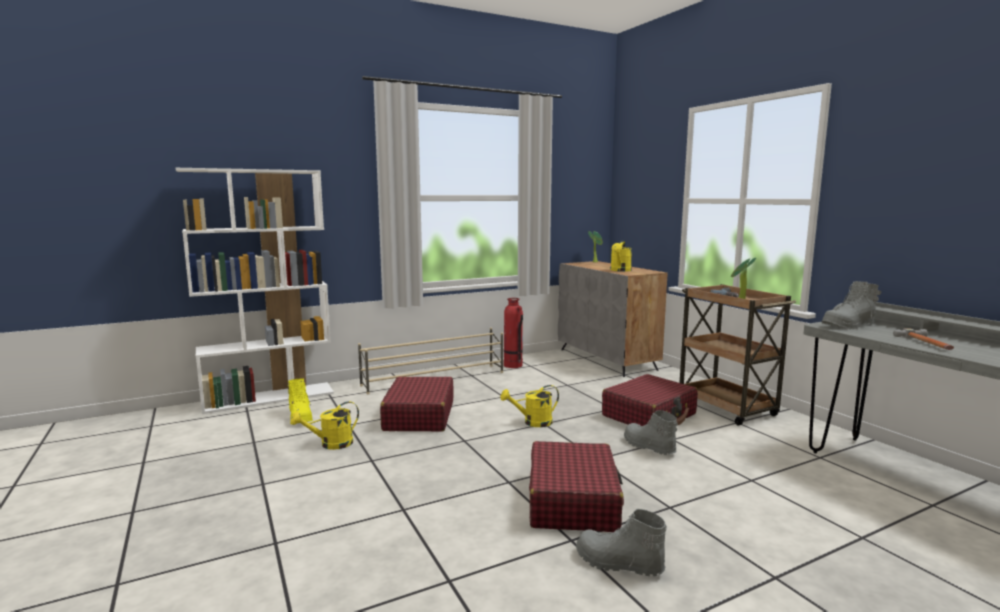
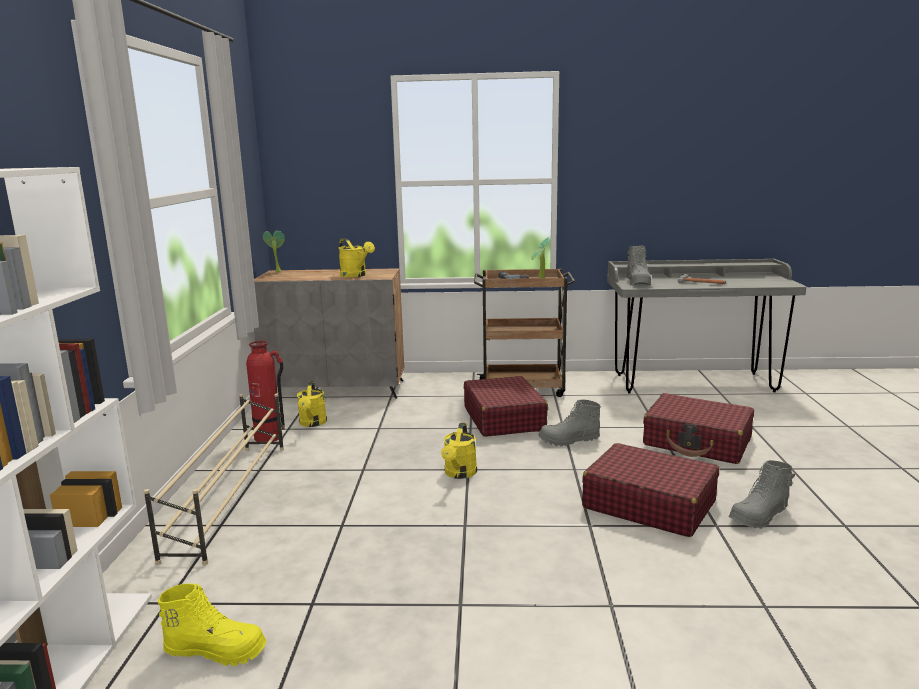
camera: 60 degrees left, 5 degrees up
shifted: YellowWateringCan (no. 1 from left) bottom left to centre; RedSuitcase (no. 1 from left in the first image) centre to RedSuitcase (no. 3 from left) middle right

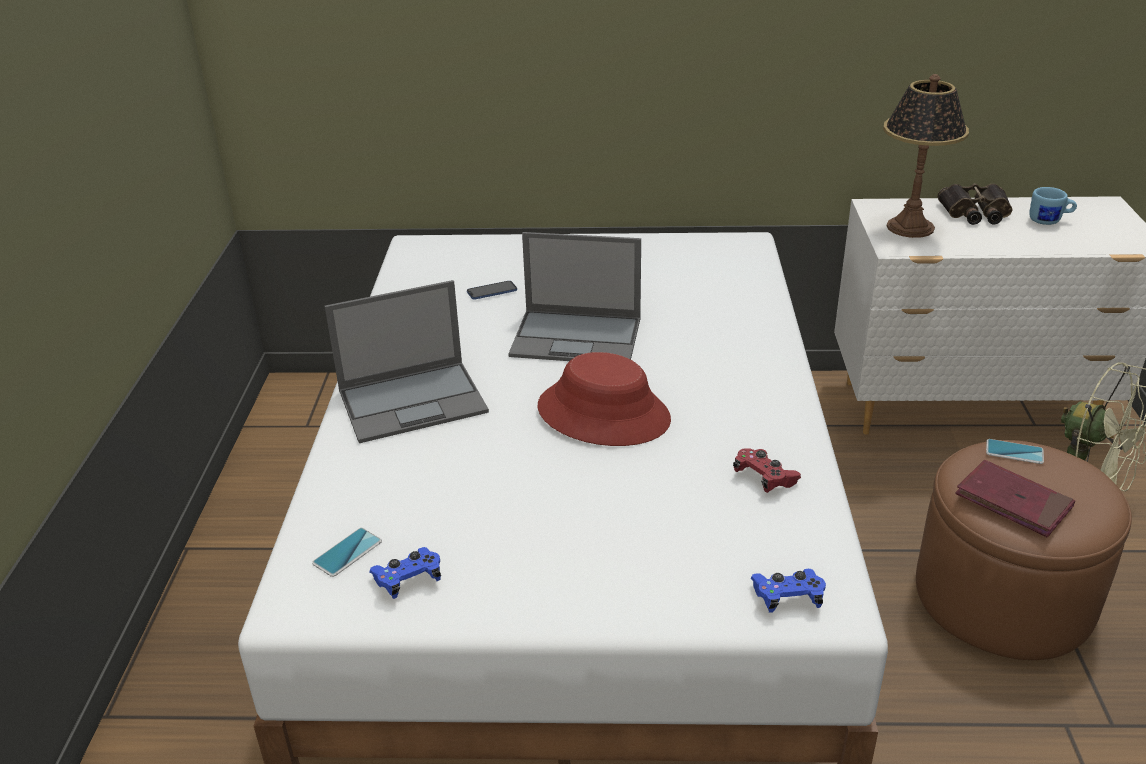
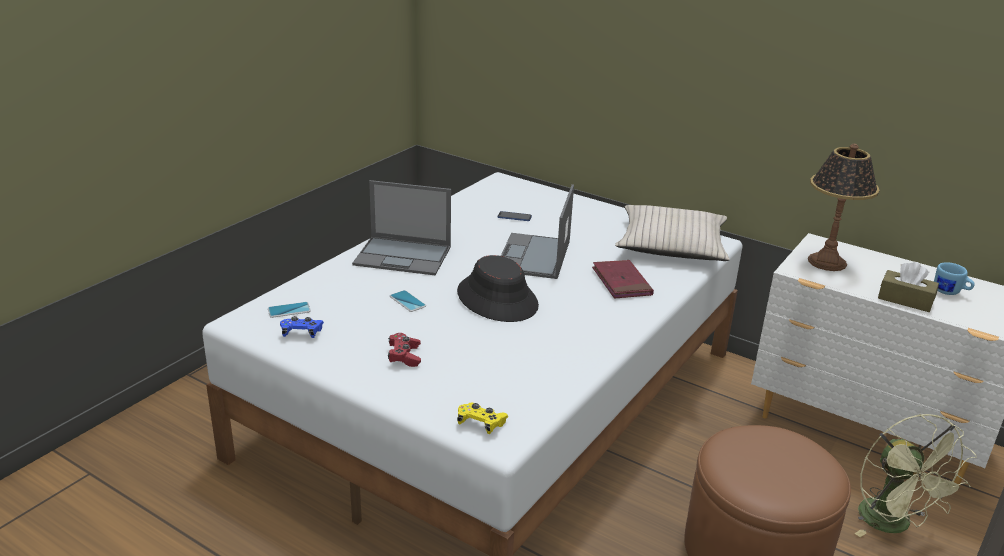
camera: 30 degrees right, 5 degrees down
gone: Binoculars top right
new: BeigePillow middle right; BrownTissueBox middle right
shifted: RedGameController middle right to centre; Phone (no. 3 from left in the first image) middle right to Phone (no. 2 from left) centre; RedBook middle right to centre
repainted: RedHat centre to BlackHat centre; BlueGameController (no. 2 from left) bottom right to YellowGameController bottom centre
rotated: Laptop (no. 2 from left) centre = centre 60 degrees clockwise

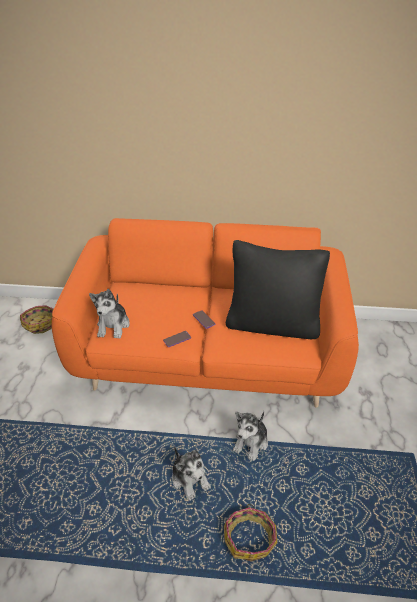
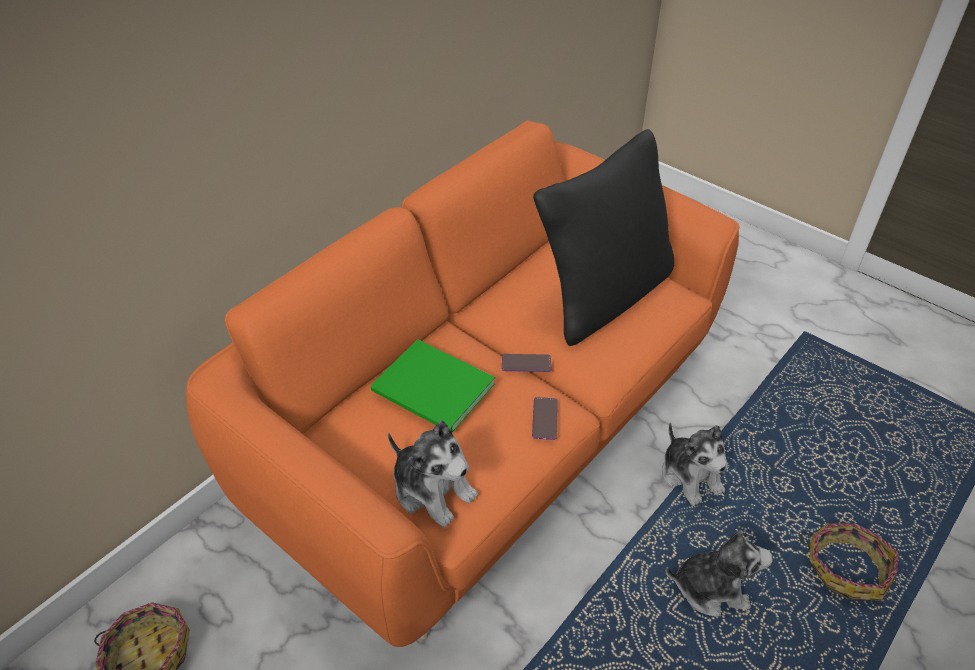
camera: 55 degrees left, 5 degrees up
new: GreenBook centre

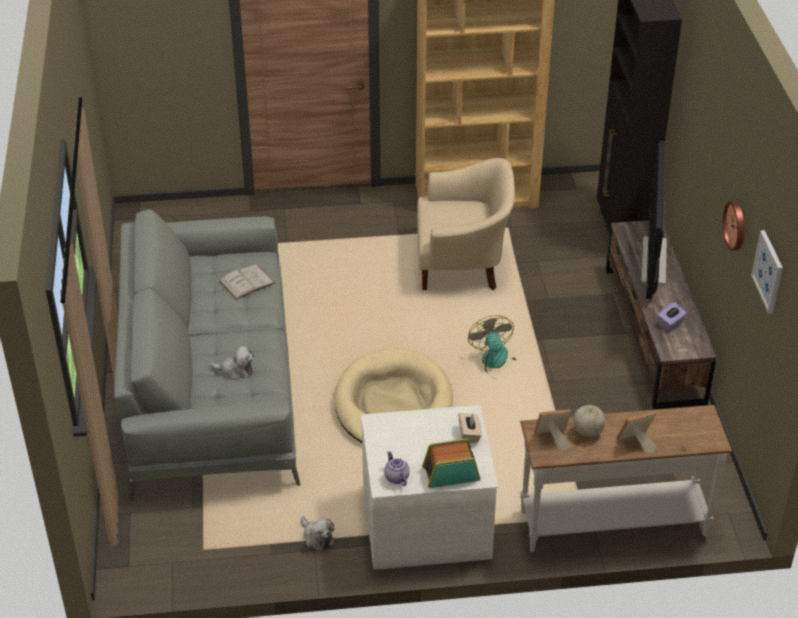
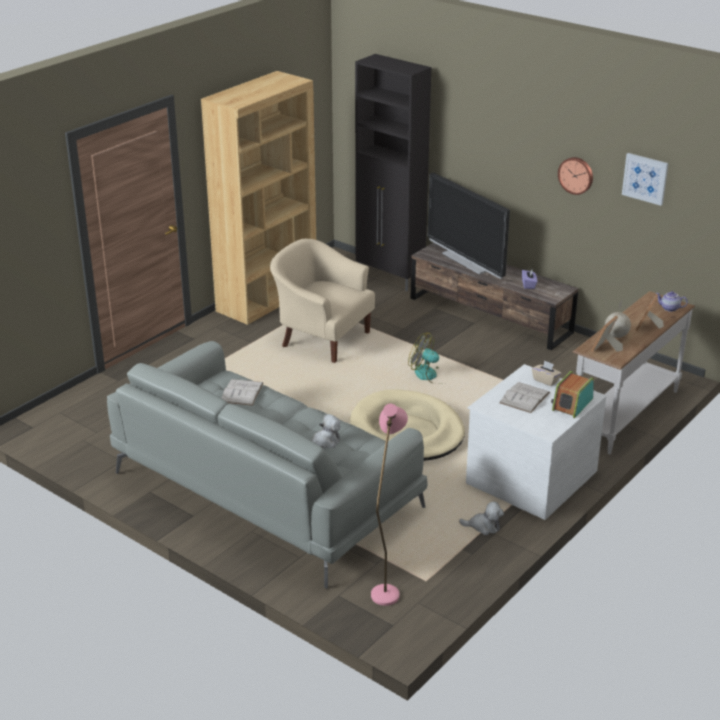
camera: 45 degrees left, 10 degrees down
new: PinkFloorLamp bottom centre; WhiteBook (no. 2 from left) middle right
shifted: Teapot bottom centre to middle right
rotated: BeigeArmchair centre = centre 105 degrees counterclockwise

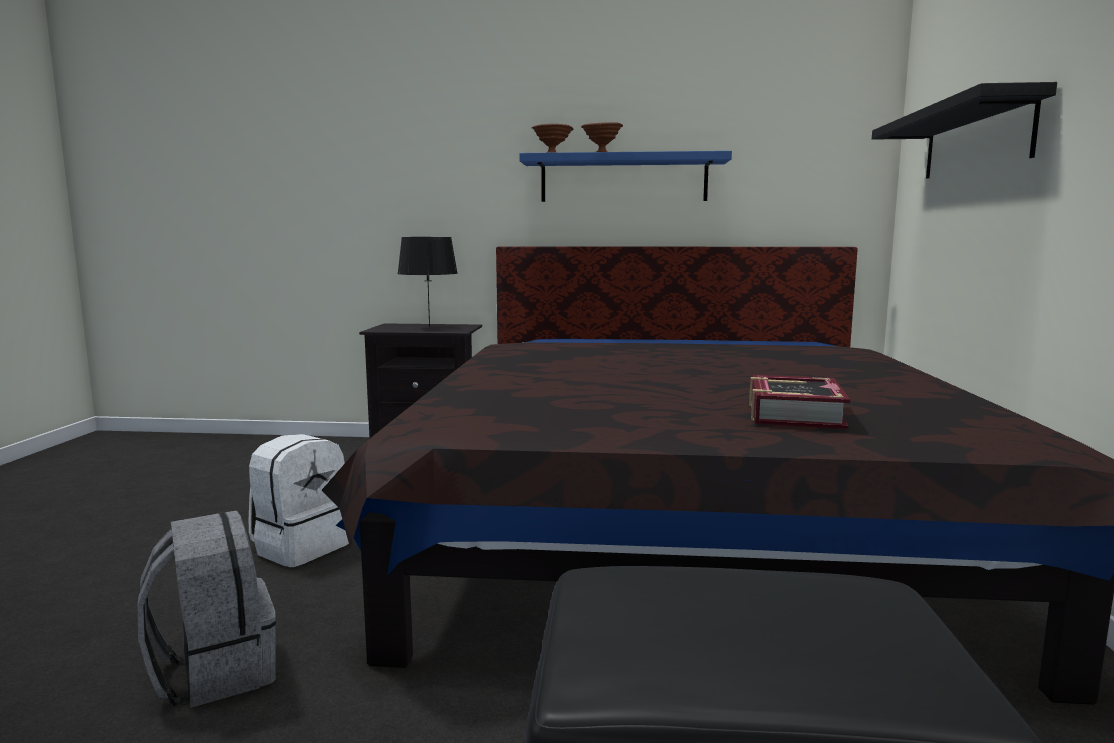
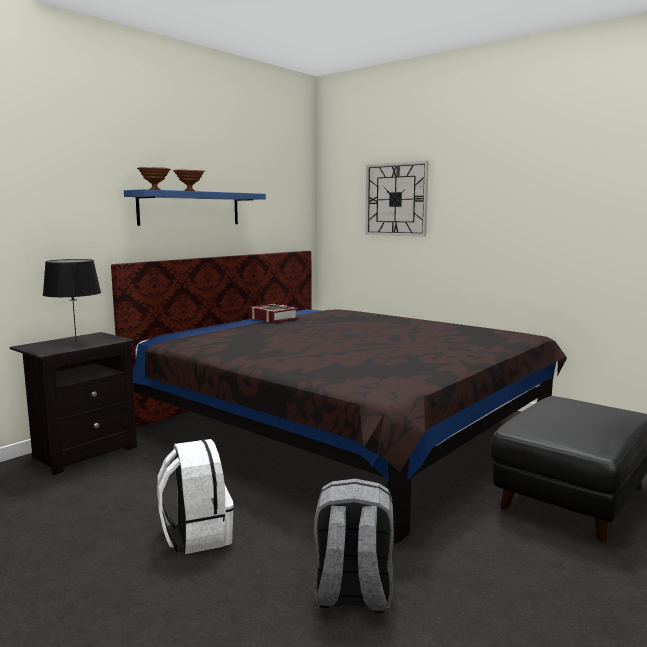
camera: 55 degrees left, 0 degrees up
shifted: Book middle right to centre
swapped: BlackShelf top right to WallClock top centre

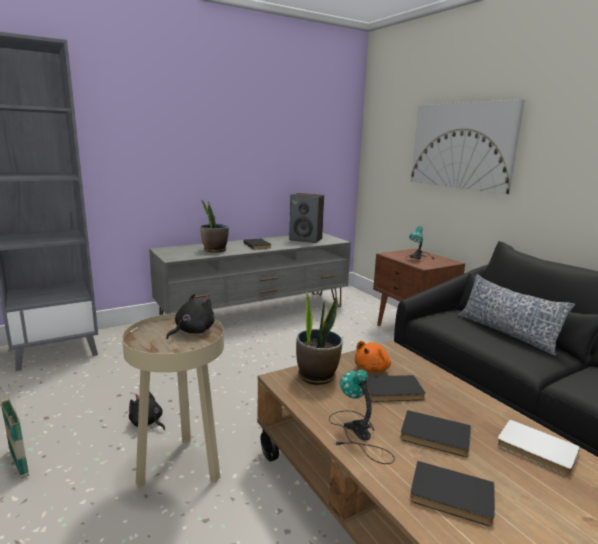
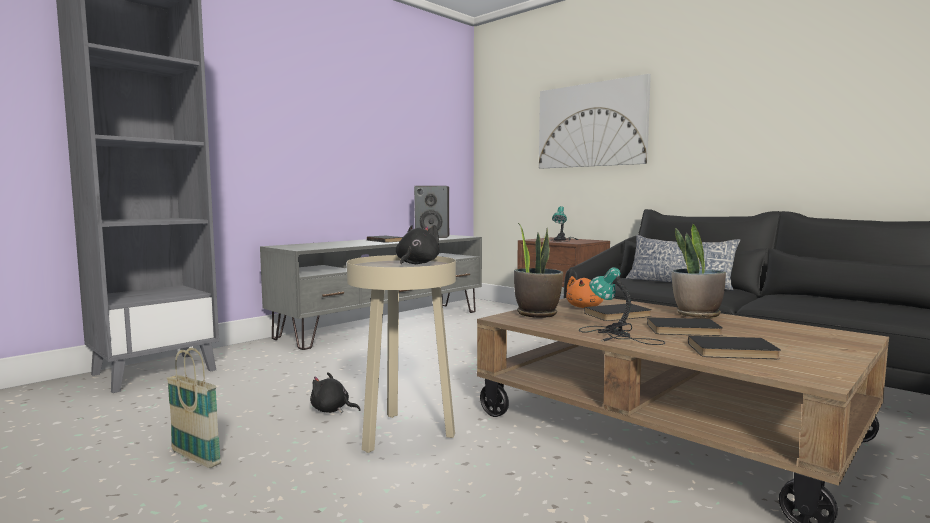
camera: 15 degrees left, 10 degrees down
gone: WhiteBook bottom right
shifted: PottedPlant (no. 1 from left in the first image) centre to PottedPlant (no. 2 from left) middle right

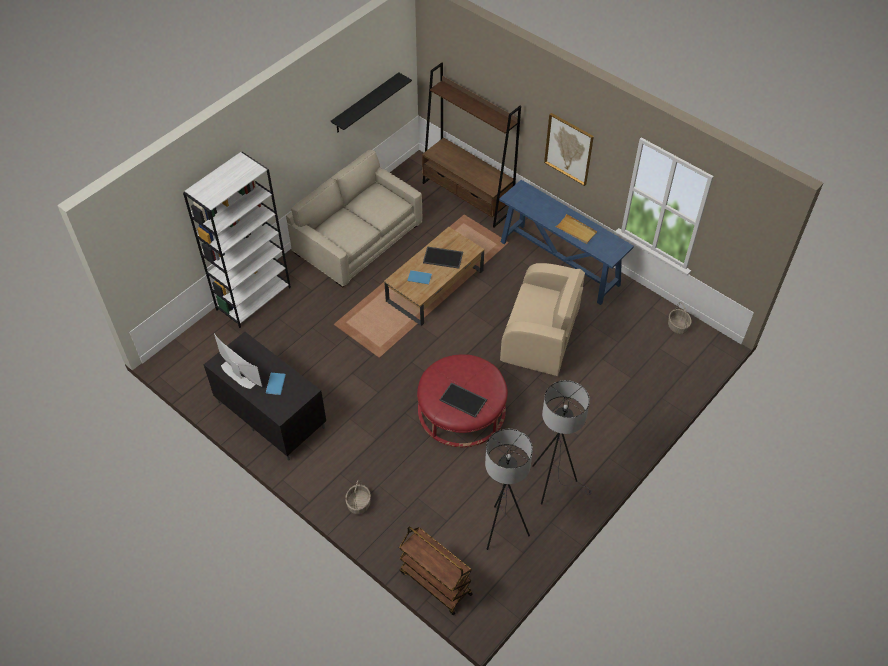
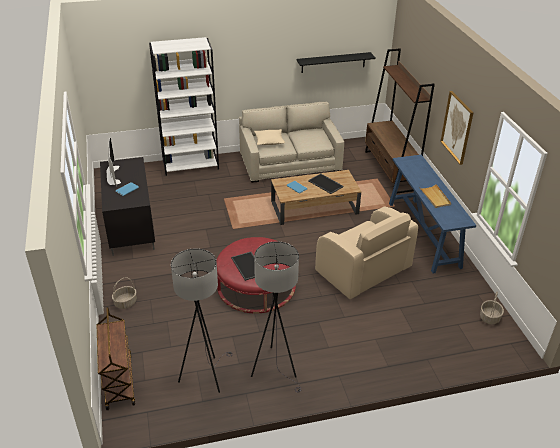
camera: 35 degrees right, 15 degrees down
new: BeigePillow top centre

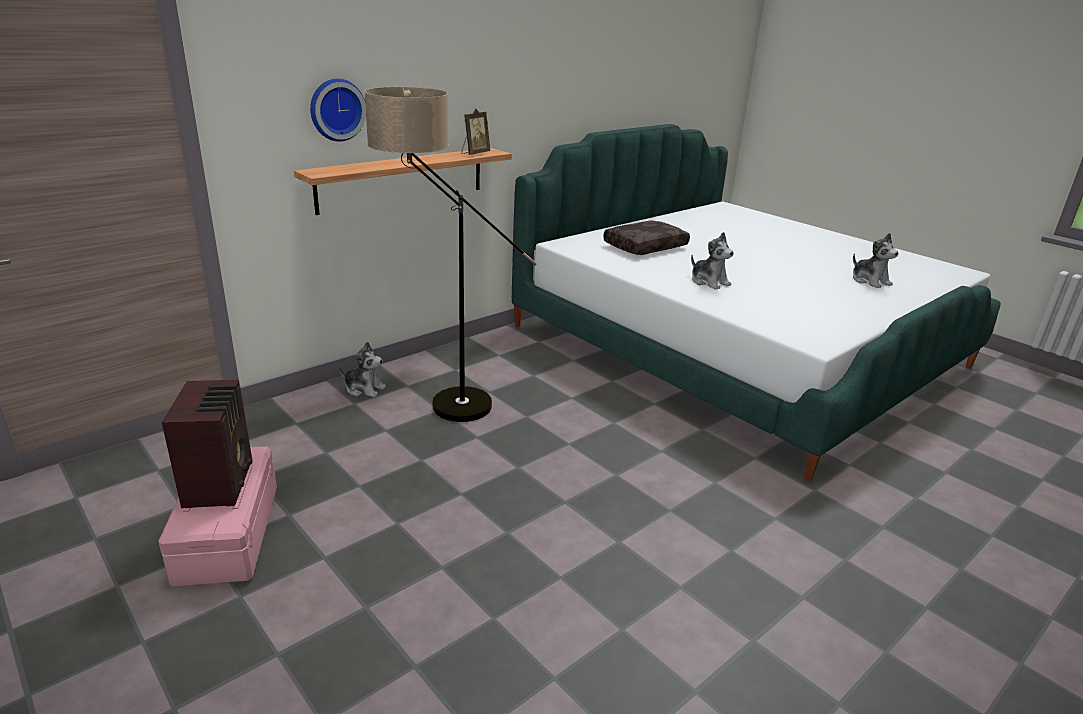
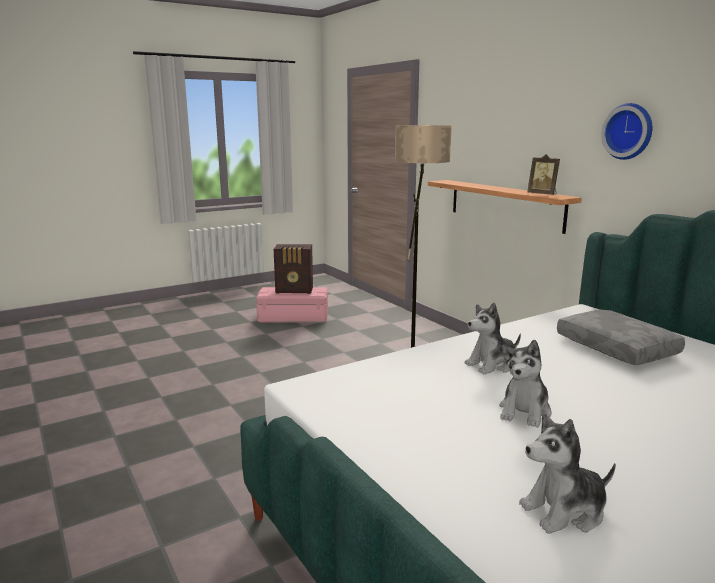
camera: 100 degrees right, 10 degrees down
shifted: PlushToy (no. 1 from left in the first image) centre to PlushToy (no. 2 from left) middle right; WallClock top left to top right
repainted: BrownPillow top centre to GreyPillow middle right

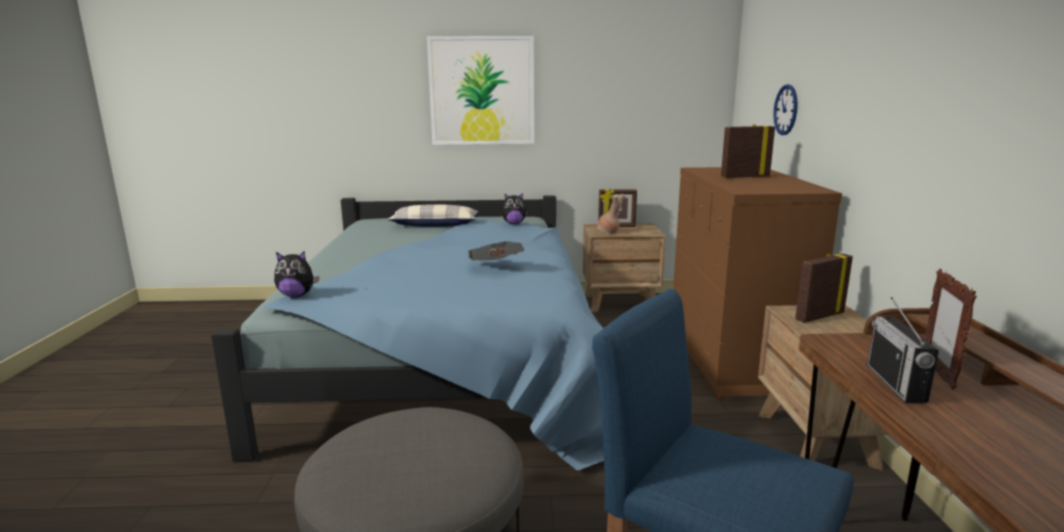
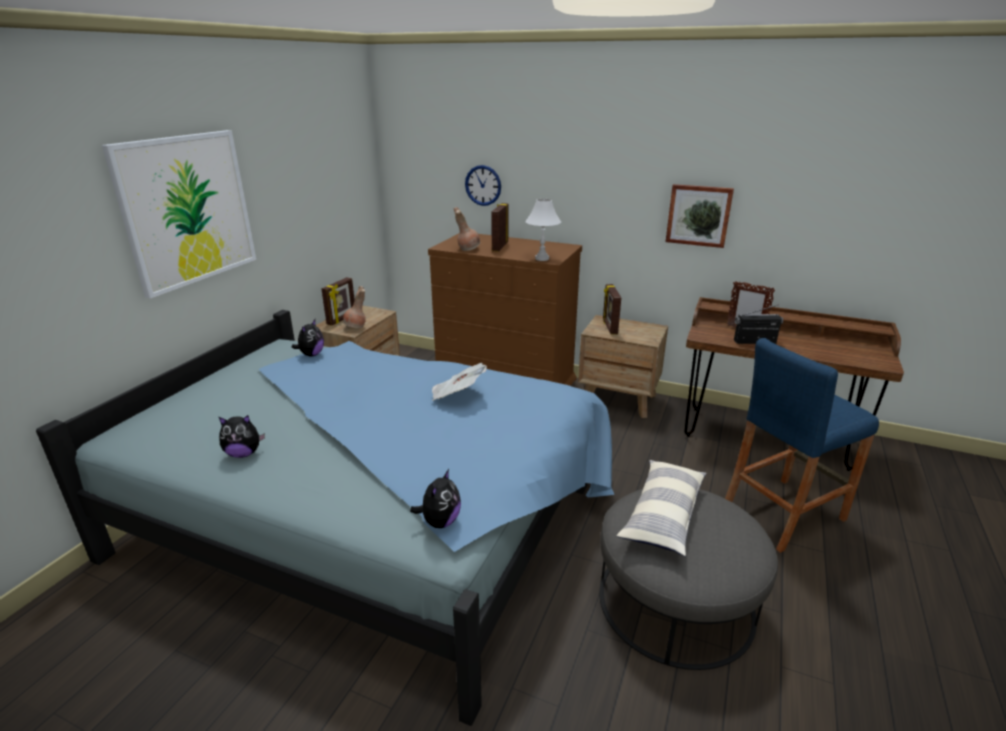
camera: 65 degrees left, 10 degrees up
new: PlushToy (no. 1 from left) middle left; BrownVase (no. 2 from left) top centre; WhiteTableLamp top centre; Picture (no. 2 from left) top right
shifted: Pillow centre to bottom centre
rotated: Radio middle right = middle right 150 degrees clockwise

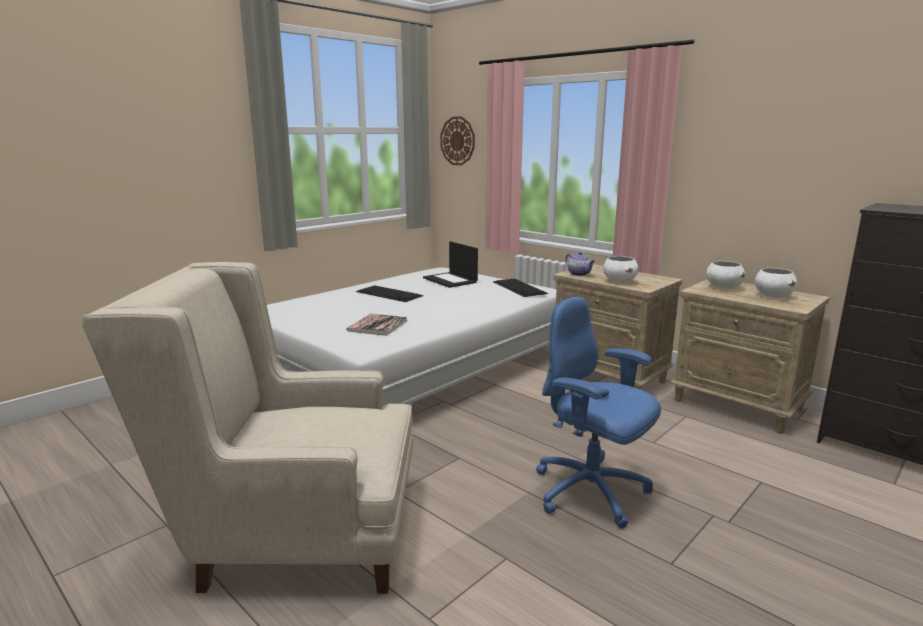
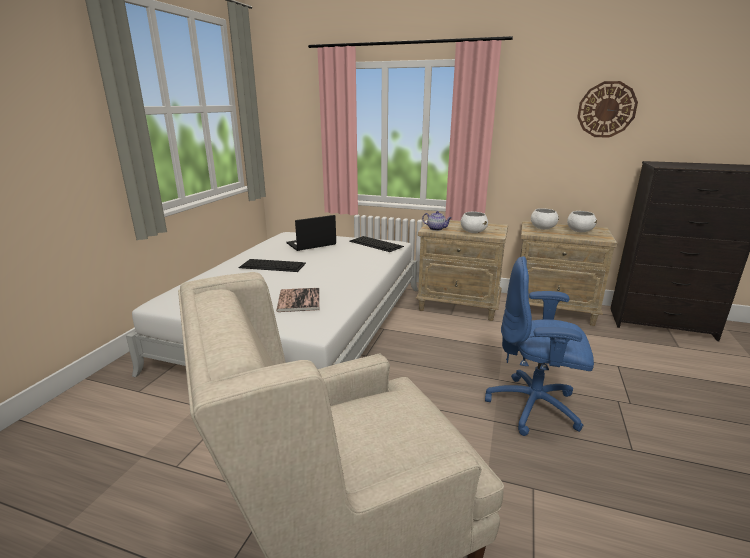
camera: 25 degrees left, 5 degrees up
shifted: WallClock top centre to top right
rotated: Laptop centre = centre 120 degrees clockwise

